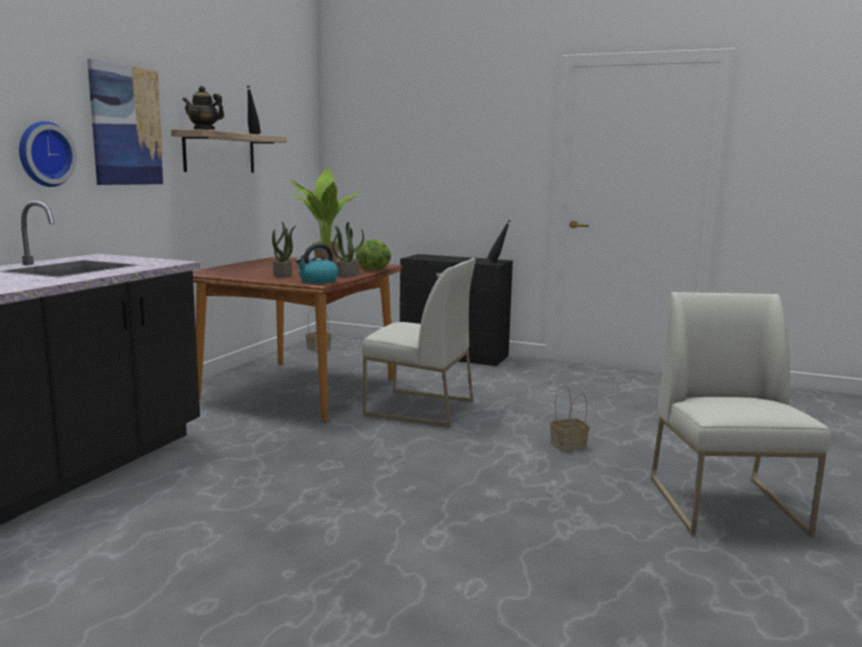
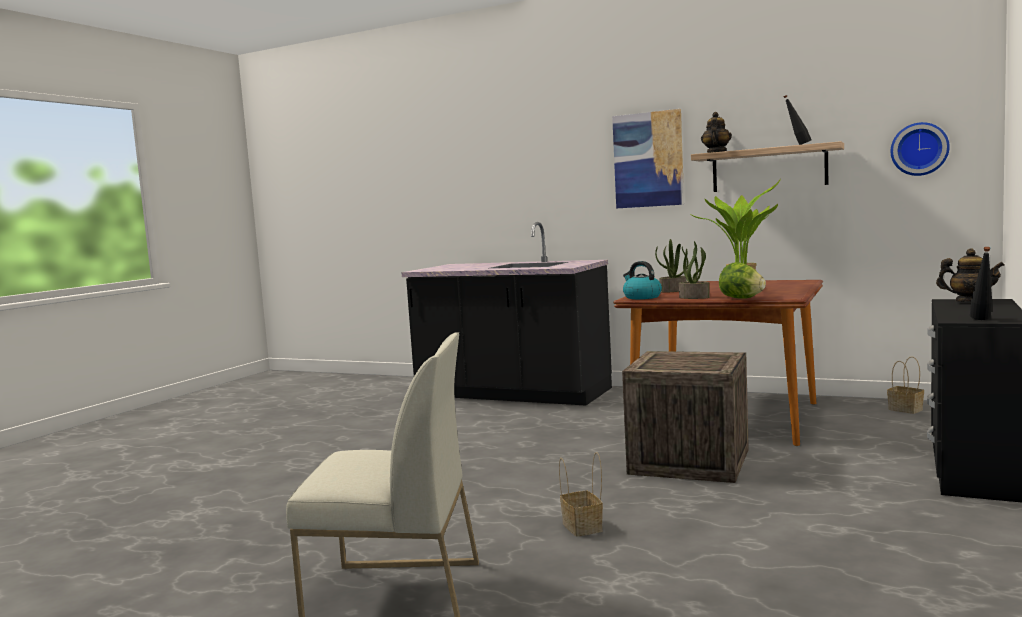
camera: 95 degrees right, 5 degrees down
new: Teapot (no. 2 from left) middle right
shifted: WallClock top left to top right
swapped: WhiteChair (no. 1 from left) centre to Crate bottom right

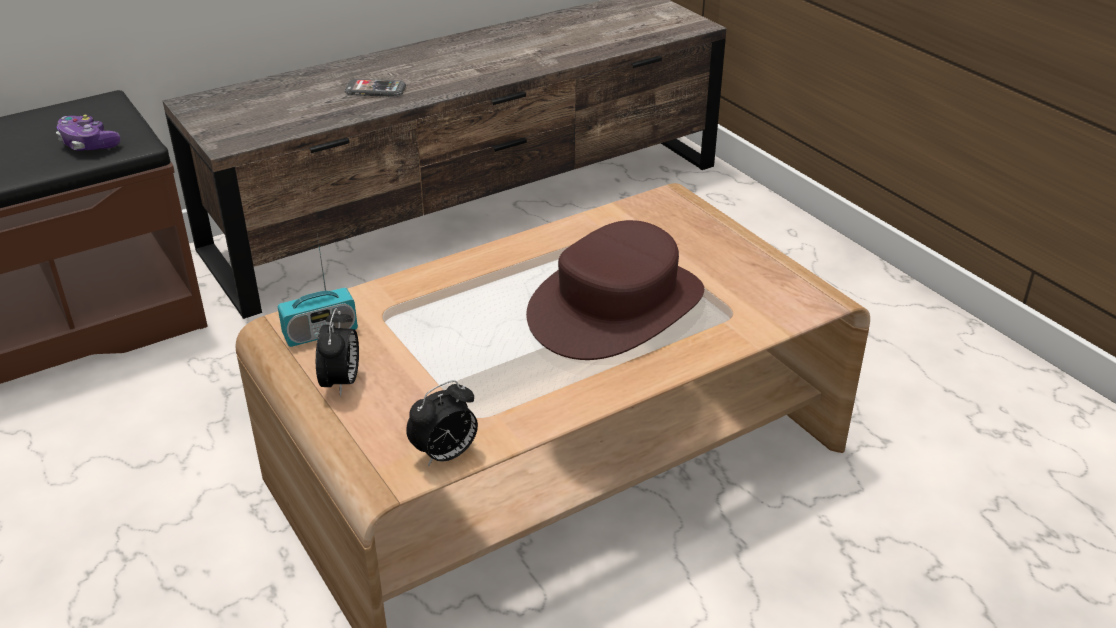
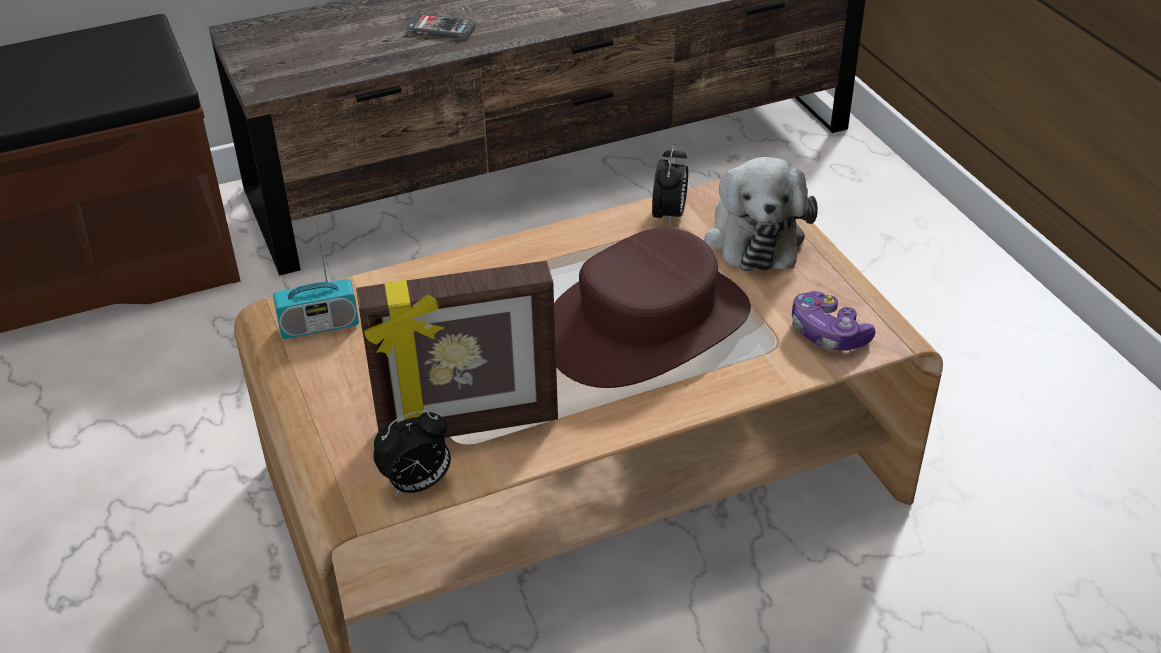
camera: 10 degrees right, 5 degrees up
new: PictureFrame centre; PlushToy top centre
shifted: AlarmClock (no. 1 from left in the first image) middle left to AlarmClock (no. 2 from left) top centre; GameController top left to middle right

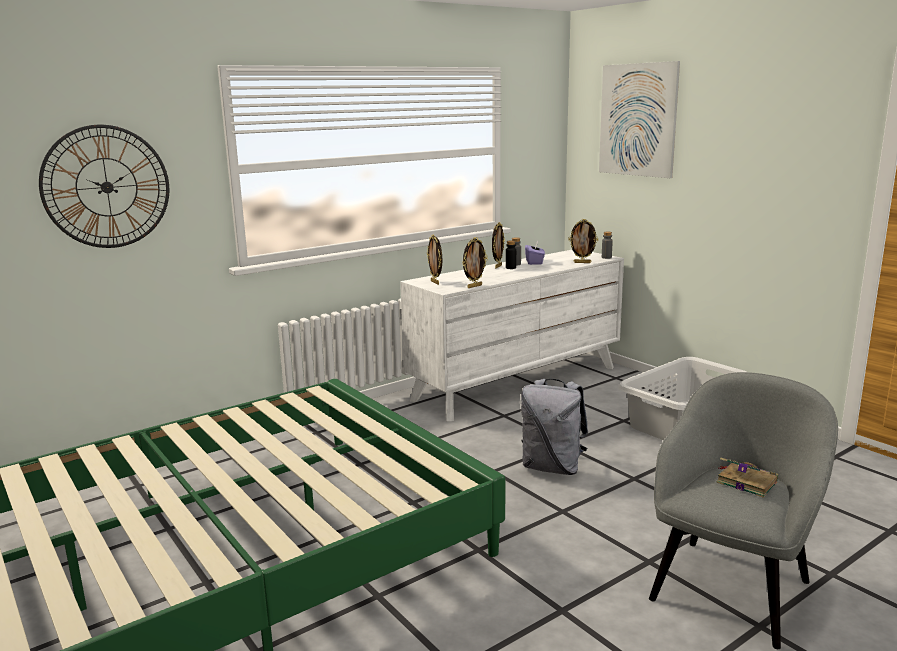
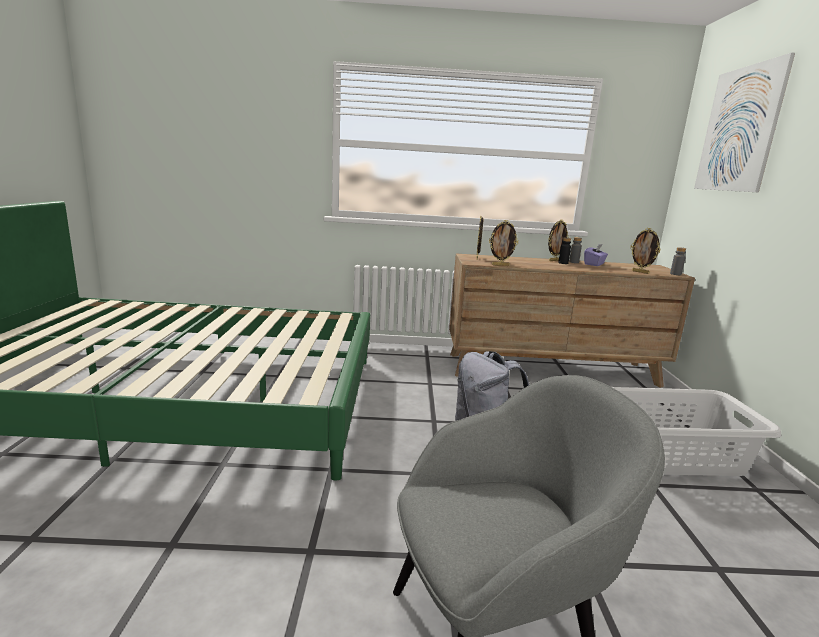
camera: 35 degrees right, 0 degrees up
gone: WallClock top left; Book bottom right
repainted: WhiteDresser centre to BrownDresser middle right

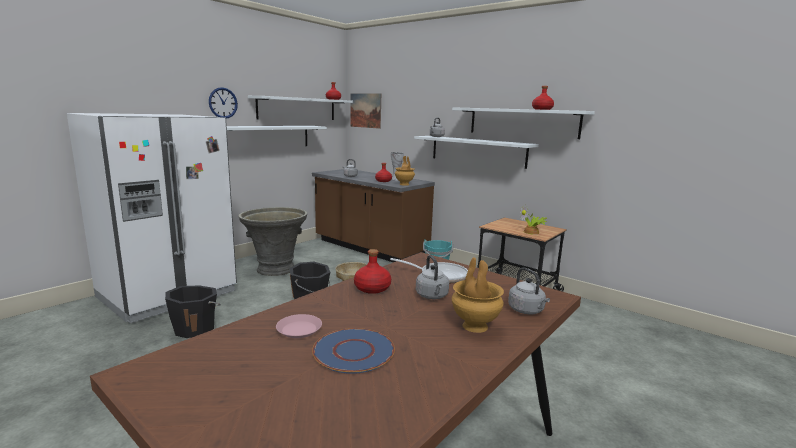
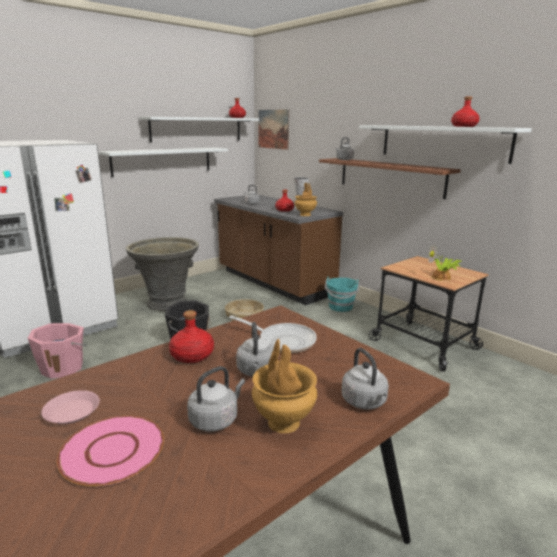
camera: 10 degrees right, 5 degrees up
gone: WallClock top left
new: GreyKettle (no. 1 from left) bottom centre
repainted: BlackBucket (no. 1 from left) bottom left to PinkBucket middle left; BluePlate bottom centre to PinkPlate (no. 2 from left) bottom left; WhiteShelf (no. 3 from left) centre to BrownShelf top right

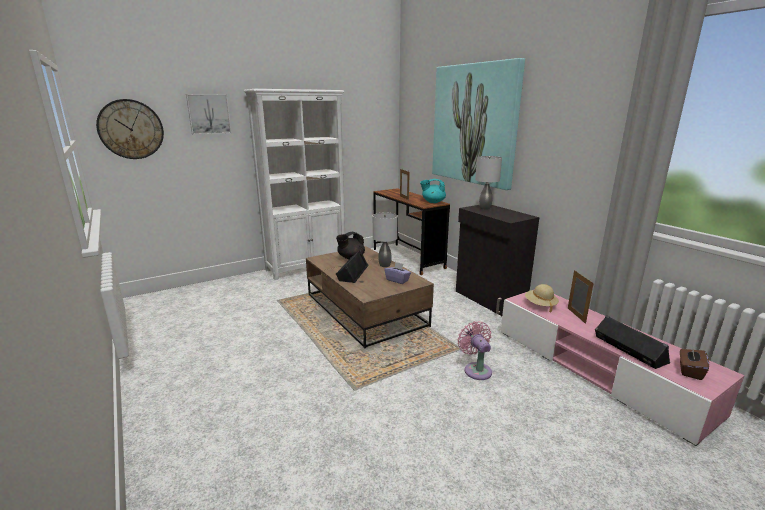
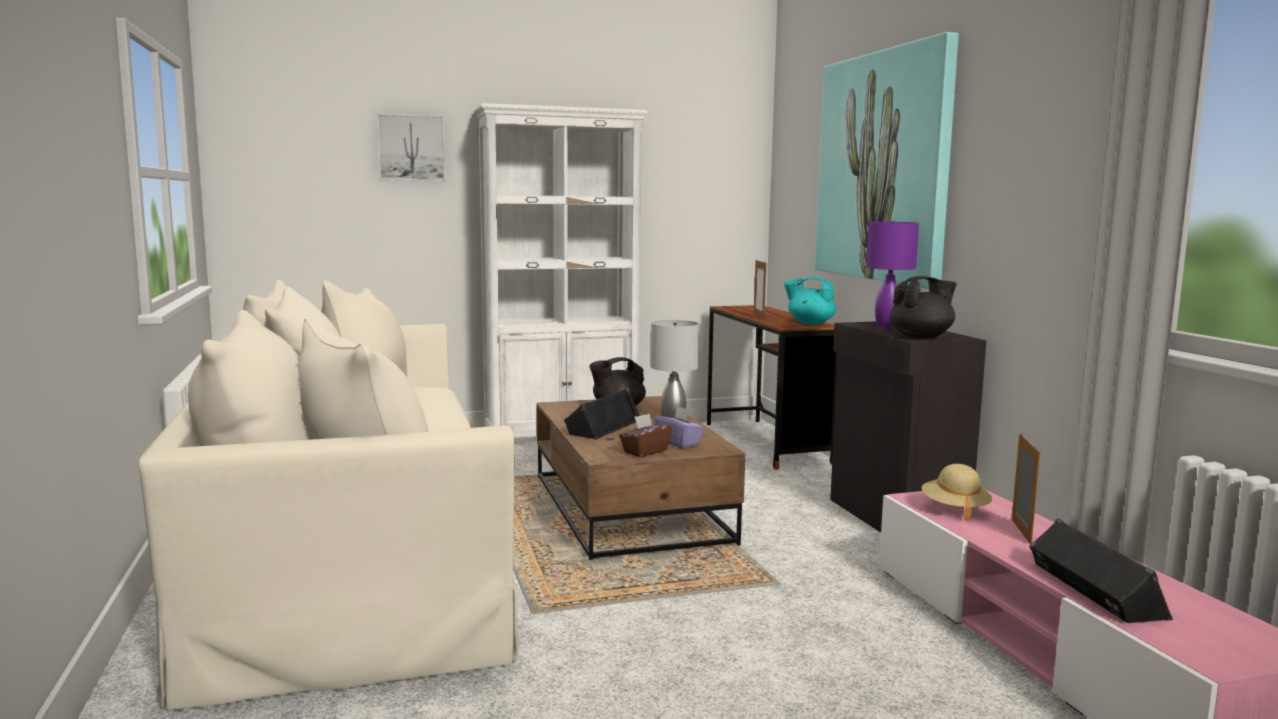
camera: 15 degrees right, 10 degrees down
gone: WallClock top left; PinkFan bottom centre
new: BeigeSofa bottom left; BlackTeapot (no. 2 from left) middle right
shifted: BrownTissueBox bottom right to centre
repainted: GreyTableLamp (no. 2 from left) centre to PurpleTableLamp middle right

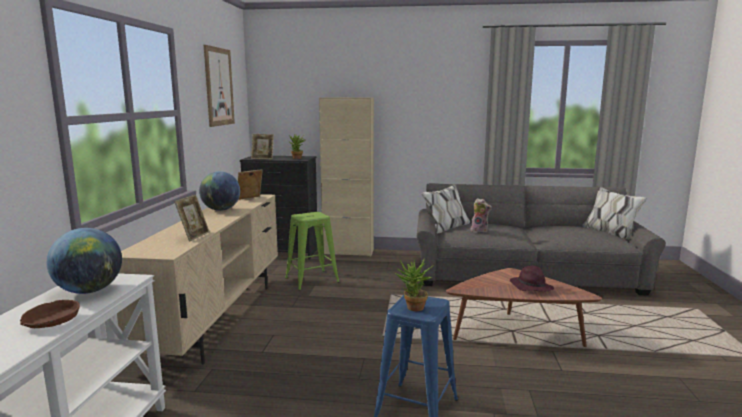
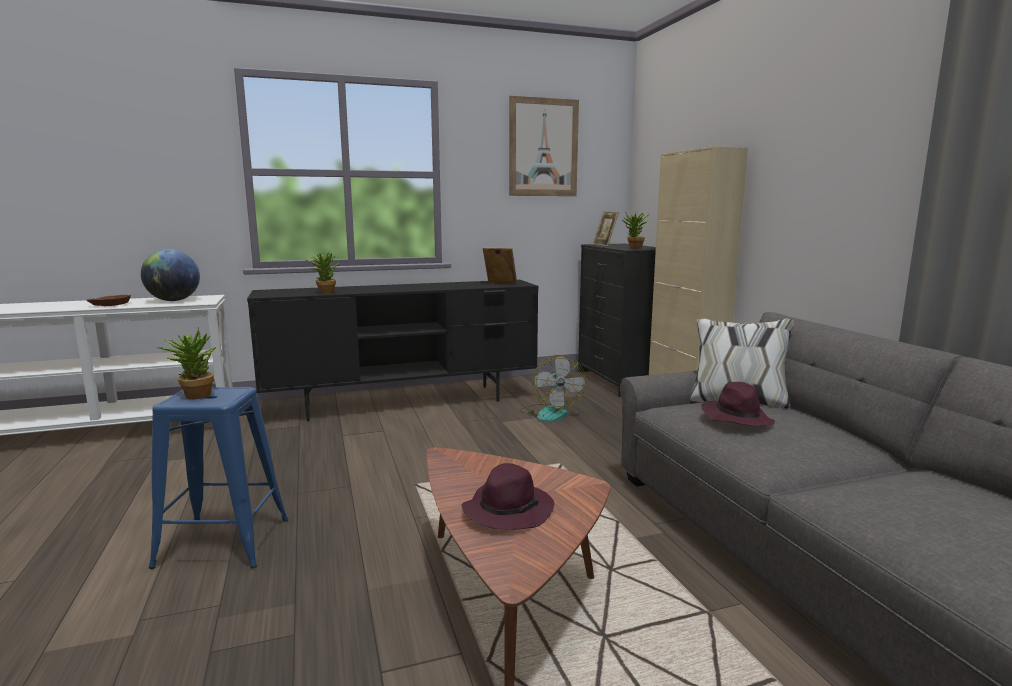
camera: 65 degrees right, 0 degrees up
gone: Globe (no. 2 from left) middle left
swapped: PictureFrame (no. 1 from left) middle left to PottedPlant (no. 2 from left) middle left; GreenStool centre to Fan centre; PlushToy centre to PurpleHat (no. 2 from left) middle right
repainted: BeigeTvStand bottom left to BlackTvStand centre

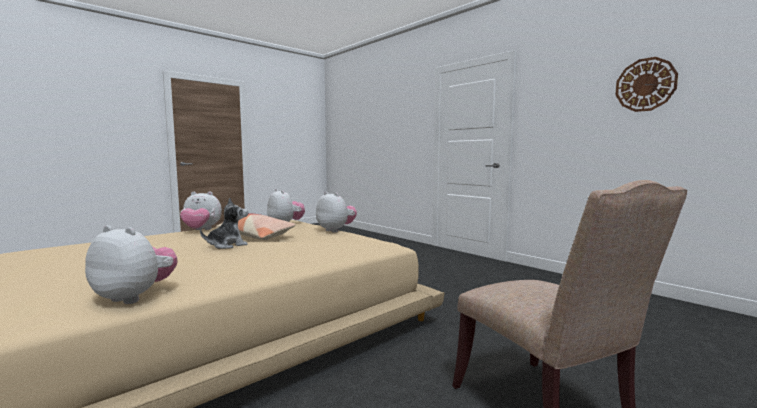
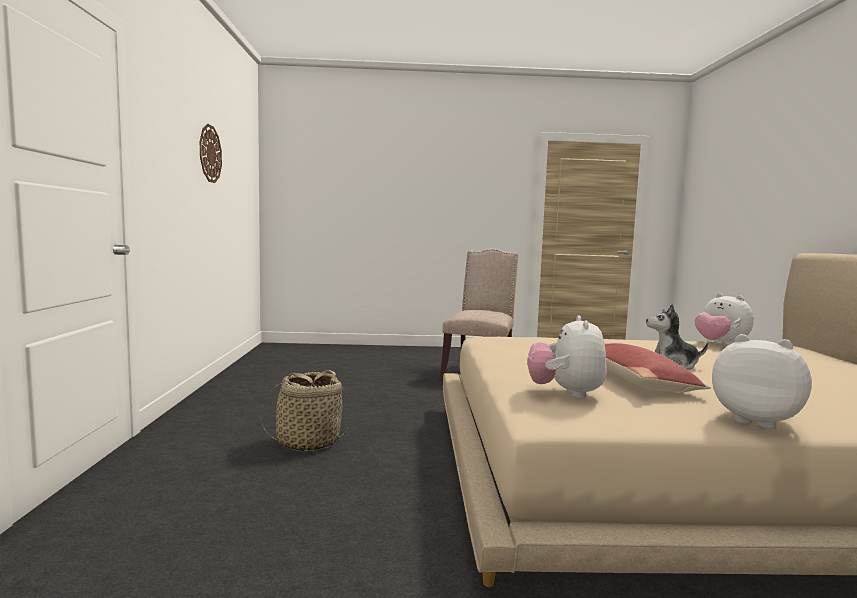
camera: 140 degrees left, 0 degrees up
gone: PlushToy (no. 5 from left) centre
new: Basket bottom centre

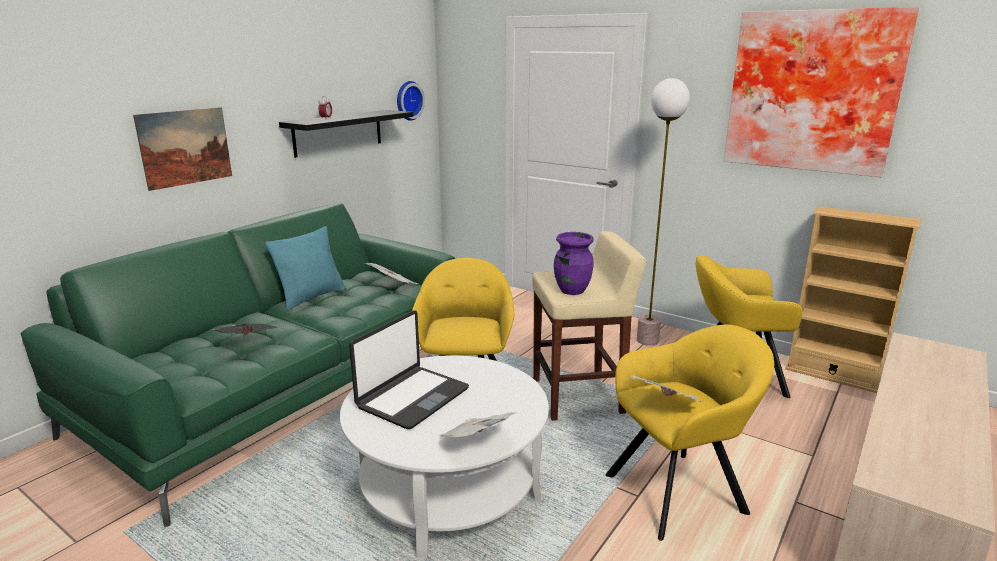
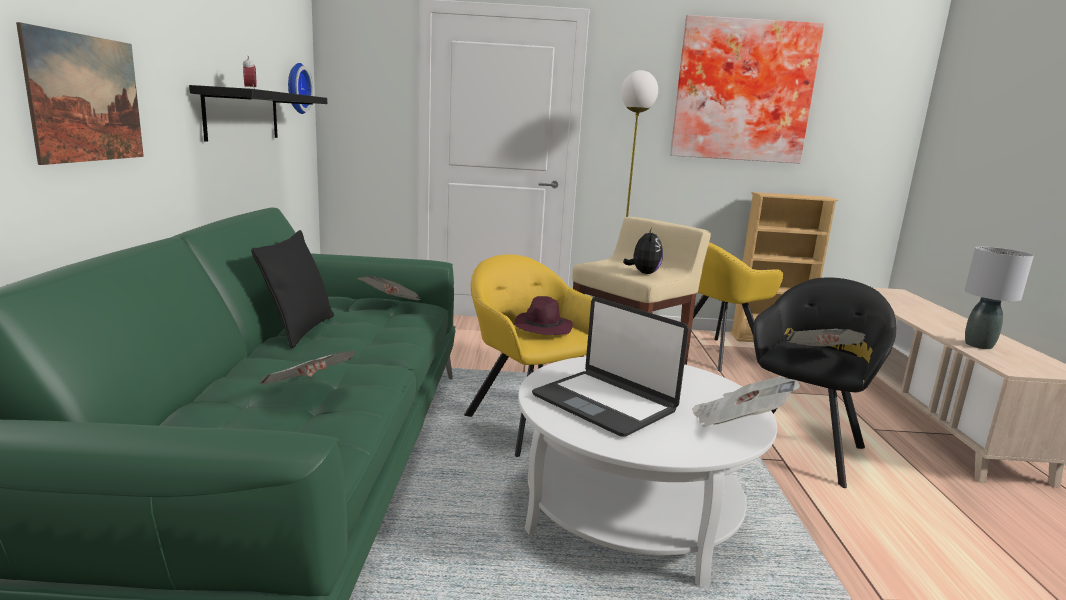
camera: 35 degrees left, 5 degrees down
new: PurpleHat centre; GreyTableLamp middle right
swapped: PurpleVase centre to PlushToy centre
repainted: TurquoisePillow middle left to BlackPillow middle left; YellowArmchair (no. 2 from left) bottom right to BlackArmchair middle right
rotated: Laptop centre = centre 135 degrees clockwise

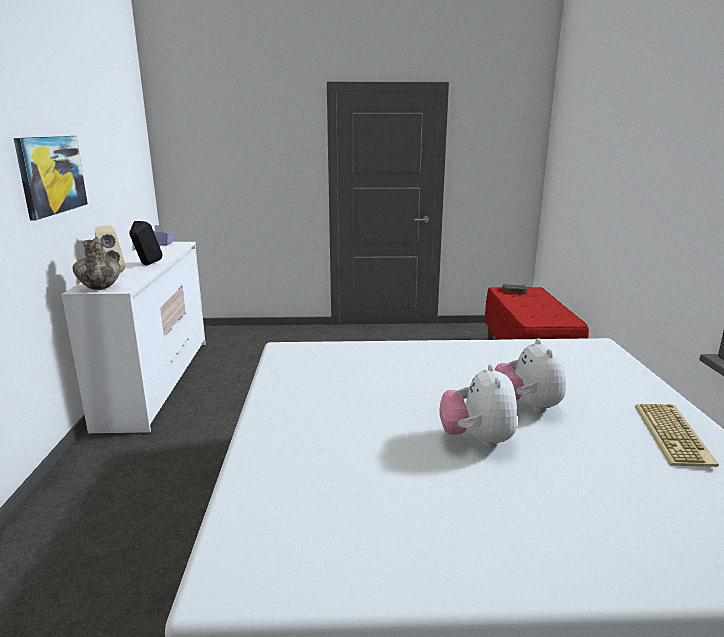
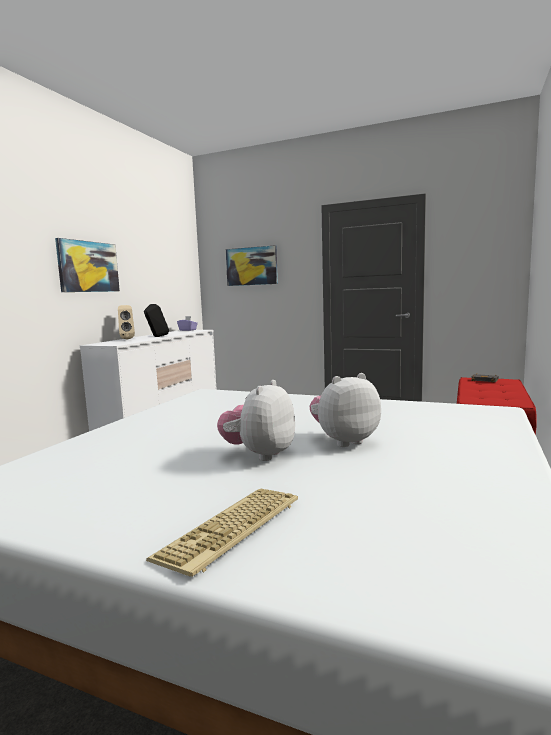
camera: 25 degrees right, 10 degrees down
gone: Vase middle left
new: Picture (no. 2 from left) centre
shifted: Keyboard bottom right to bottom centre
rotated: PlushToy (no. 2 from left) middle right = centre 45 degrees clockwise

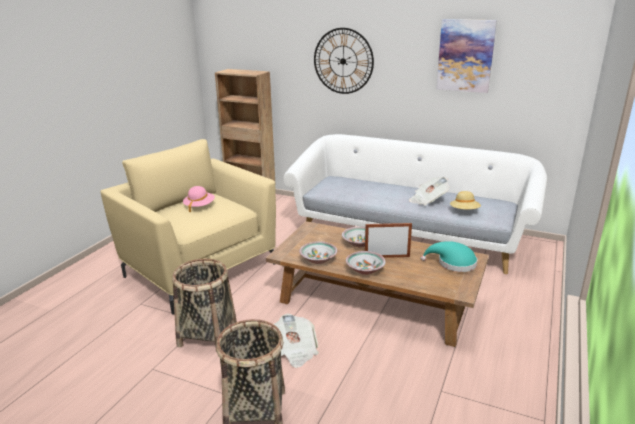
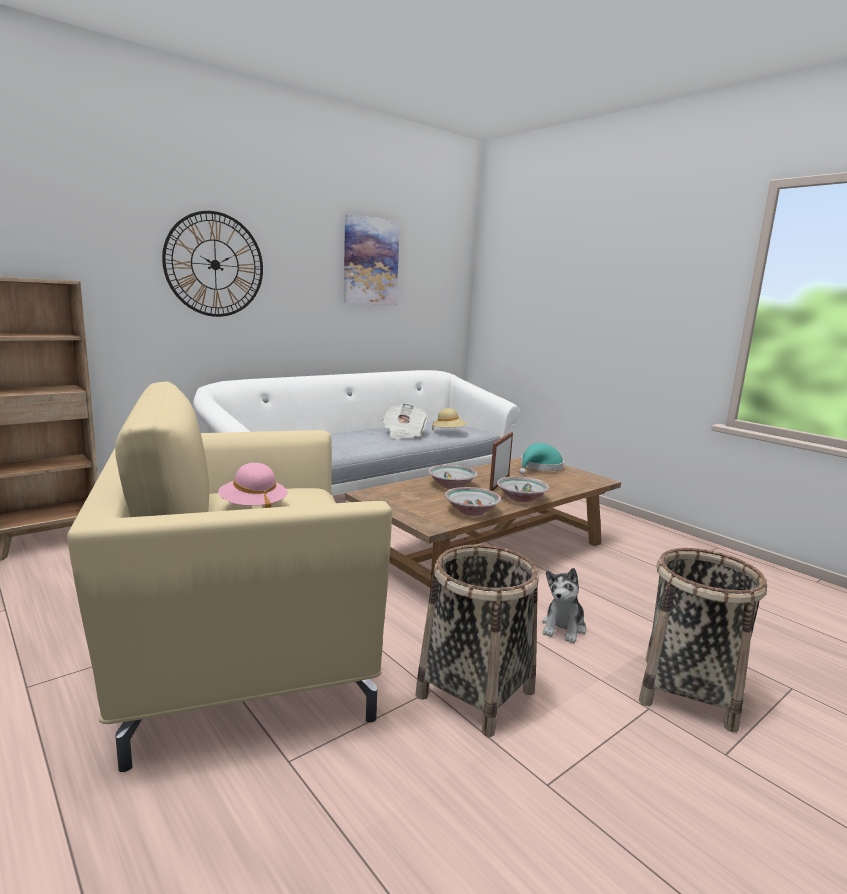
camera: 65 degrees left, 10 degrees down
swapped: Newspaper (no. 1 from left) bottom centre to PlushToy bottom centre

